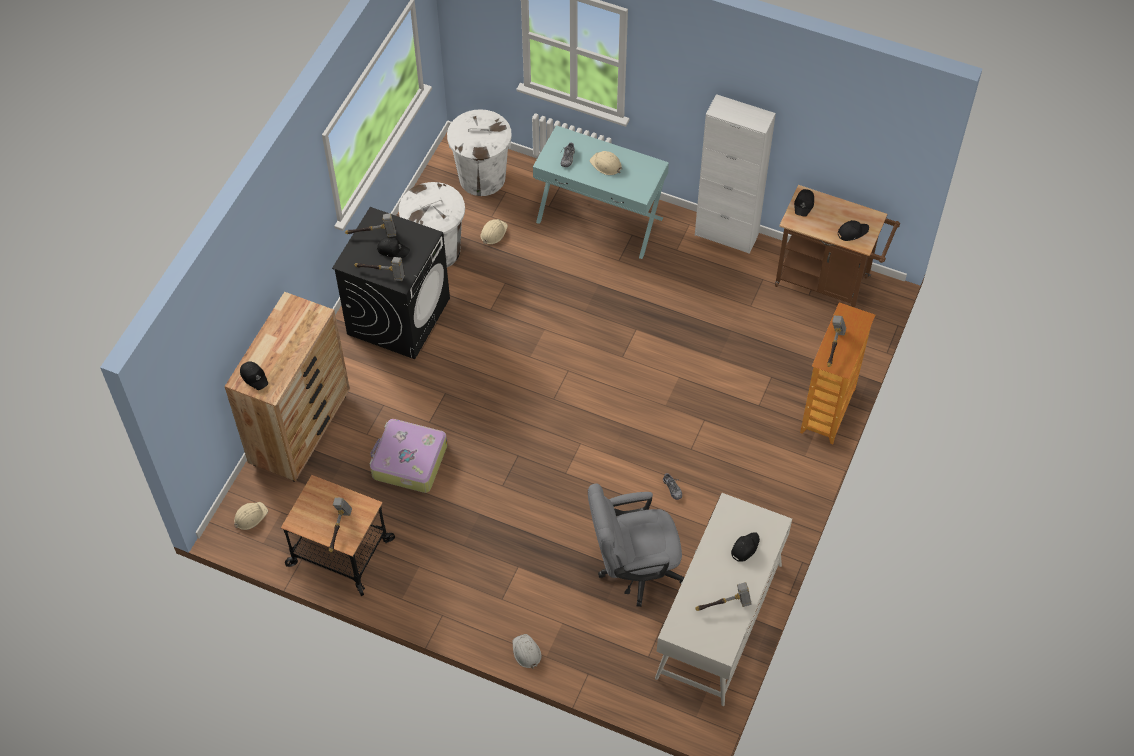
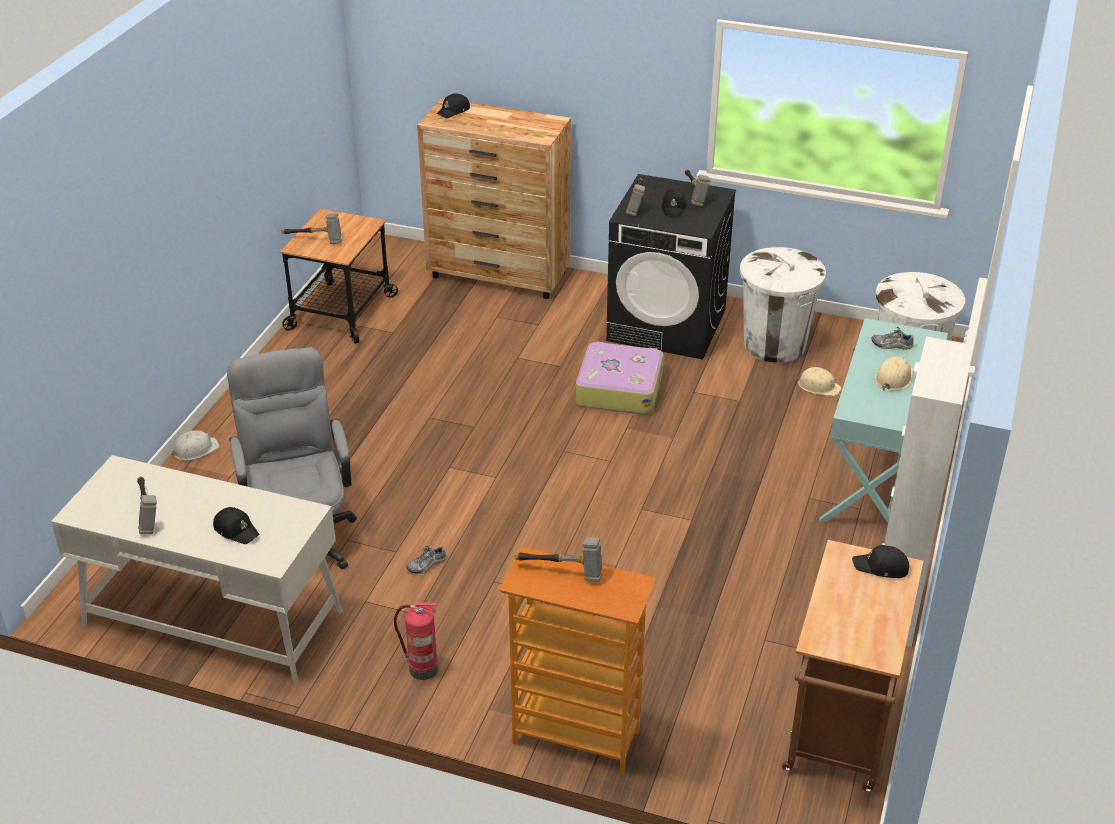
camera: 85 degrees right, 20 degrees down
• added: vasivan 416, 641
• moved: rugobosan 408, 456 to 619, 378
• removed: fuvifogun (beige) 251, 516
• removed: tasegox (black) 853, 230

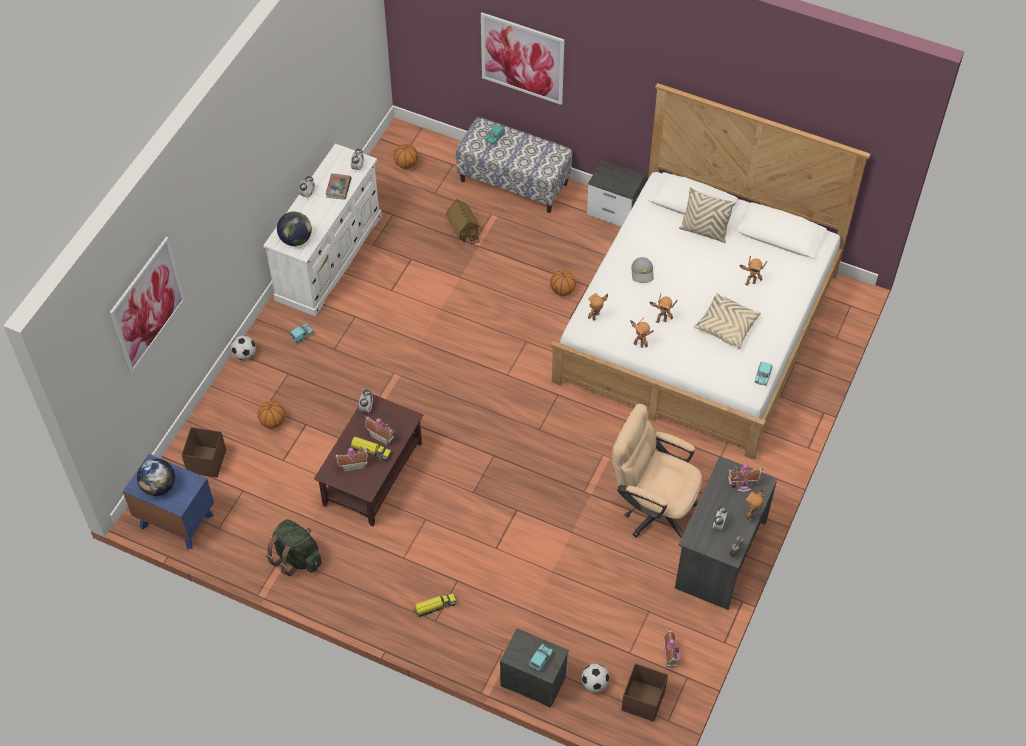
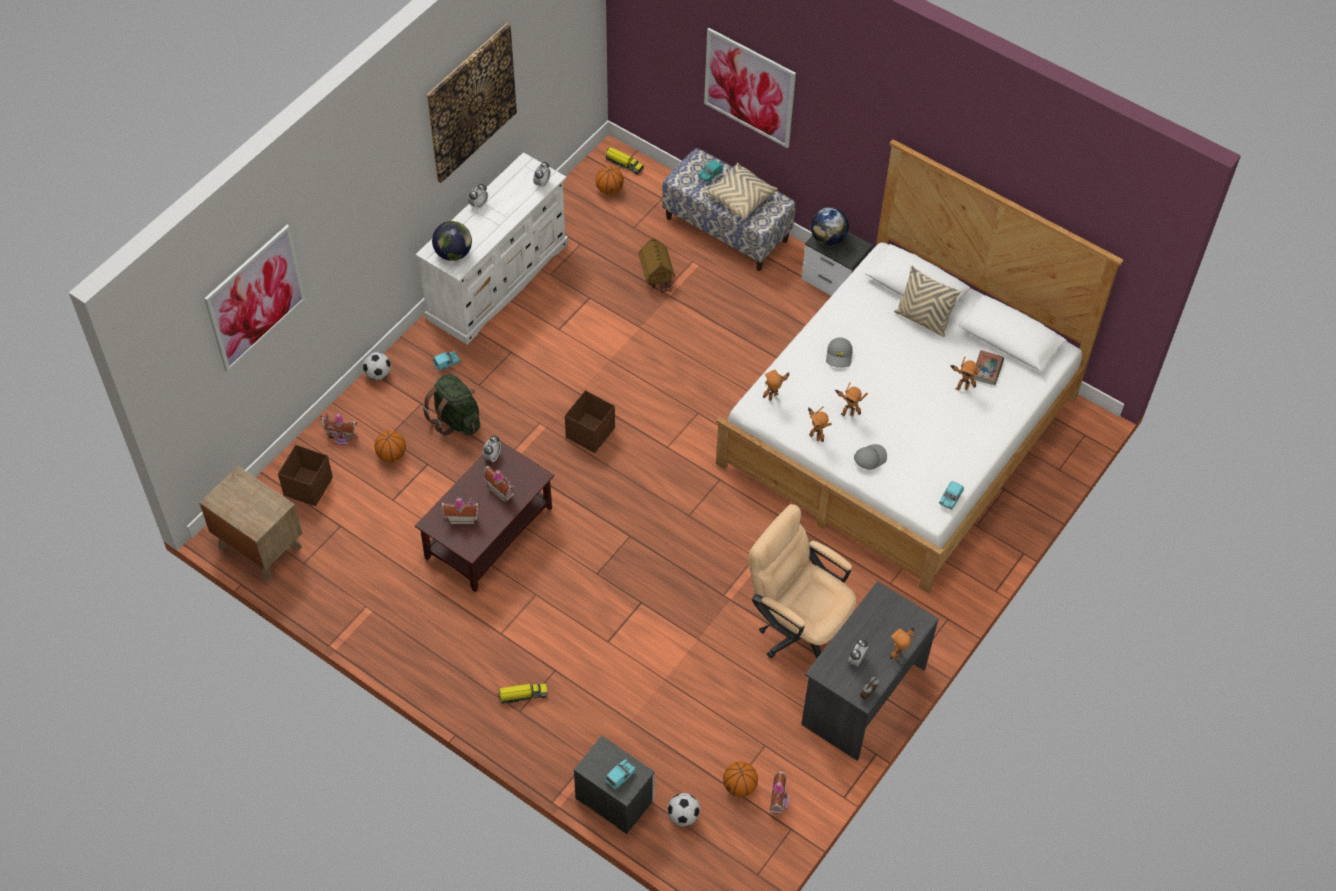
camera: 10 degrees right, 0 degrees up
• recoloured: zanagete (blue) 168, 501 to zanagete (brown) 250, 523
• moved: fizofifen 745, 477 to 338, 429
• moved: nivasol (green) 294, 547 to 451, 405
• added: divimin 472, 103
• moved: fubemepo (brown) 644, 692 to 590, 421
• moved: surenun 371, 449 to 624, 161
• moved: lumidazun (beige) 727, 321 to 740, 191
• moved: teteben 563, 283 to 740, 779
• moved: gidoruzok 156, 477 to 830, 226
• added: tasegox (grey) 870, 457
• moved: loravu 338, 186 to 988, 367

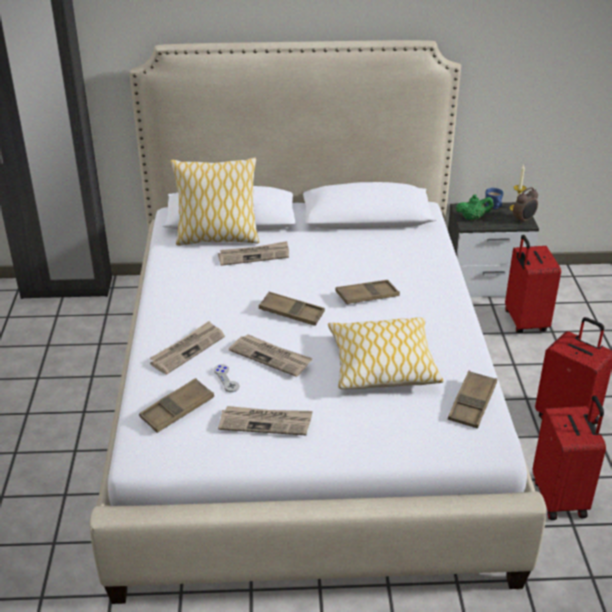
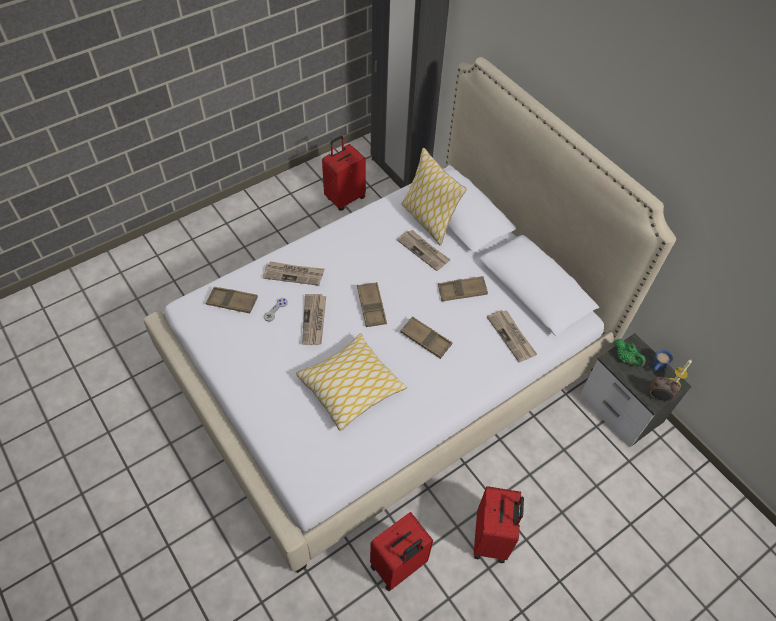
camera: 55 degrees right, 20 degrees up
• moved: rugobosan (red) 533, 284 to 344, 173
• moved: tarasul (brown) 472, 399 to 463, 288
• moved: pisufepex 265, 420 to 512, 336

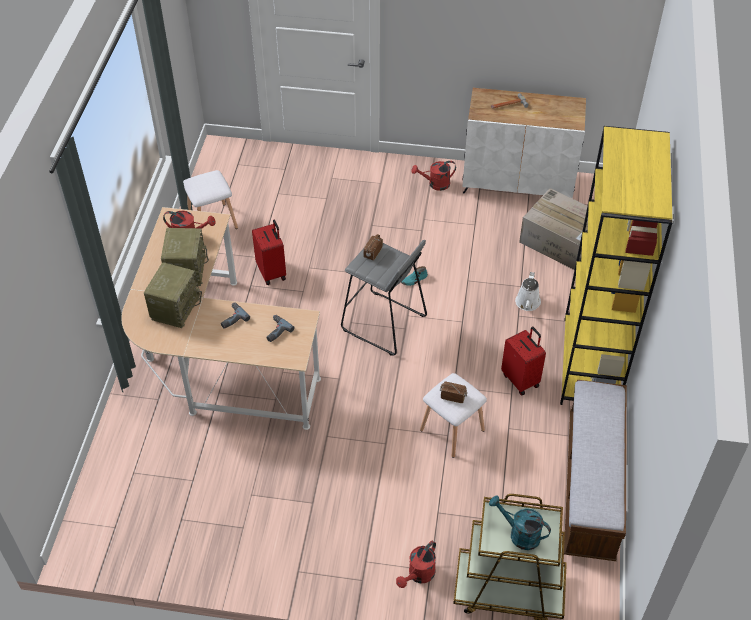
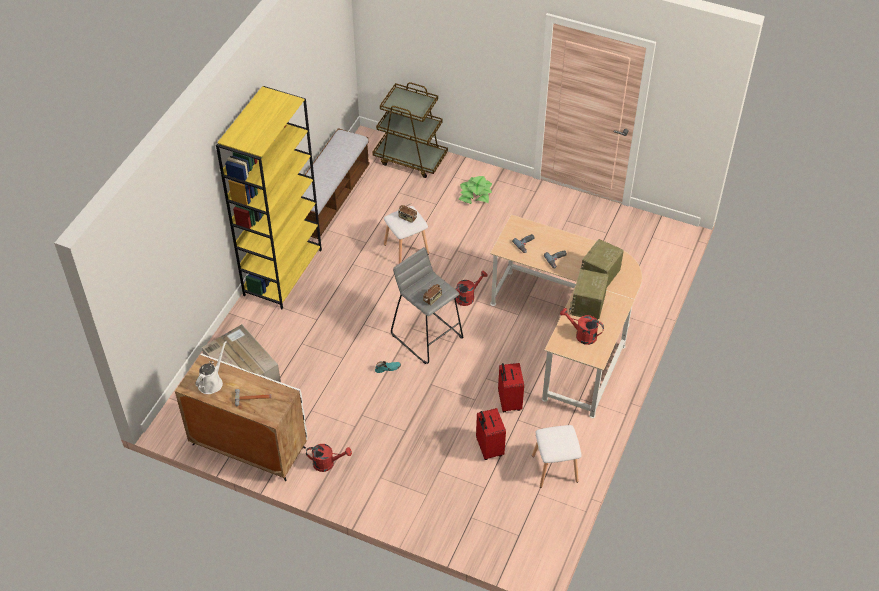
camera: 165 degrees left, 0 degrees up
• moved: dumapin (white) 528, 291 to 211, 367
• moved: dumapin (red) 416, 564 to 471, 288
• added: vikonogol 475, 190
• moved: rugobosan (red) 523, 361 to 491, 434
• removed: dumapin (turquoise) 520, 523

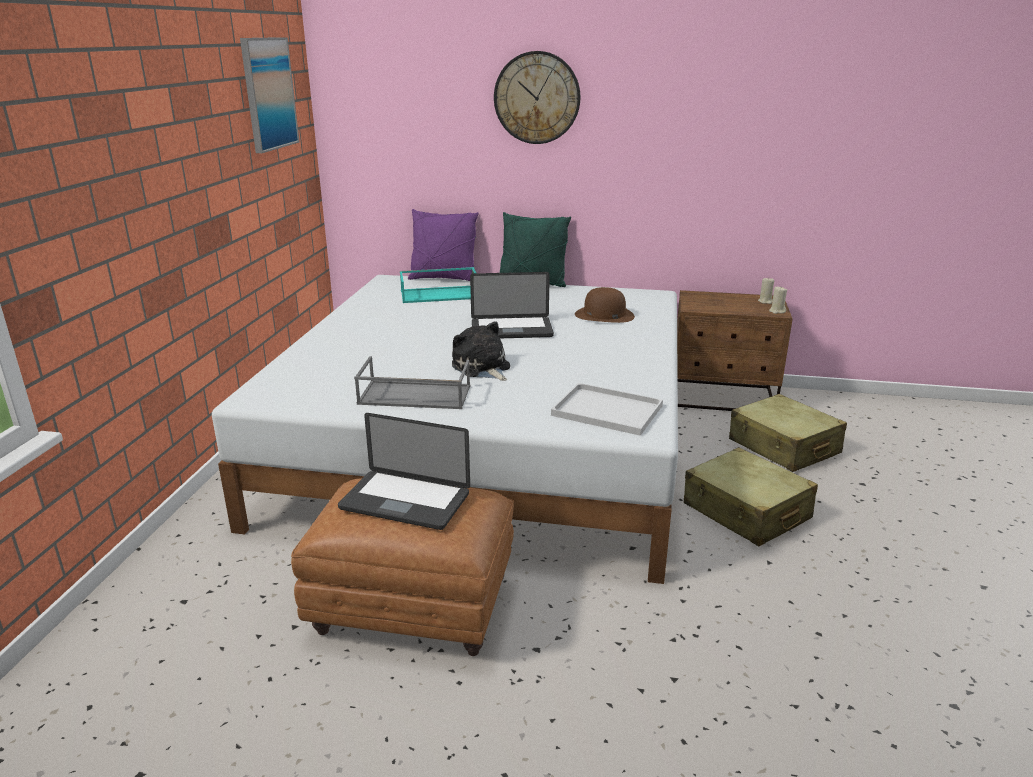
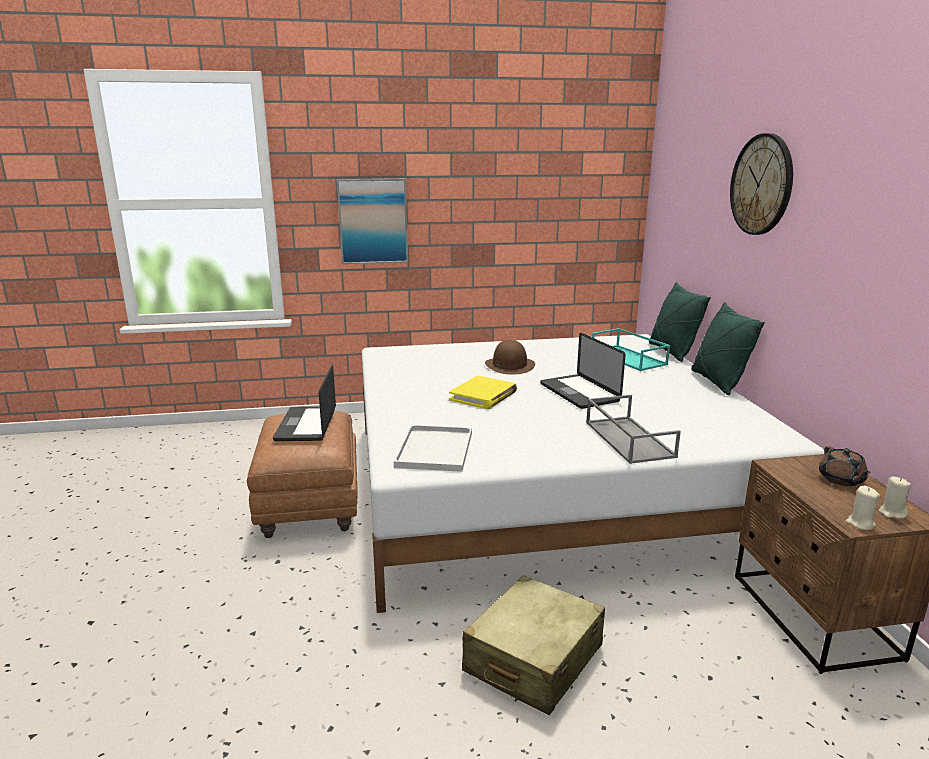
camera: 70 degrees right, 5 degrees down
• moved: divimin 269, 95 to 372, 221
• replaced: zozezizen 481, 351 to loravu (yellow) 483, 392
• moved: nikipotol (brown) 605, 305 to 510, 357
• moved: tarasul (grey) 412, 382 to 633, 429
• recoloured: lumidazun (purple) 443, 245 to lumidazun (green) 680, 322
• added: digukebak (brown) 845, 466
• removed: rugobosan (beige) 788, 433

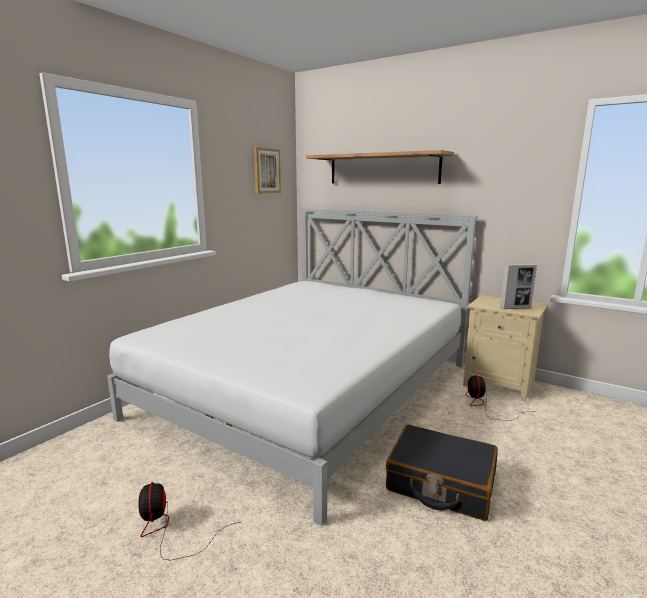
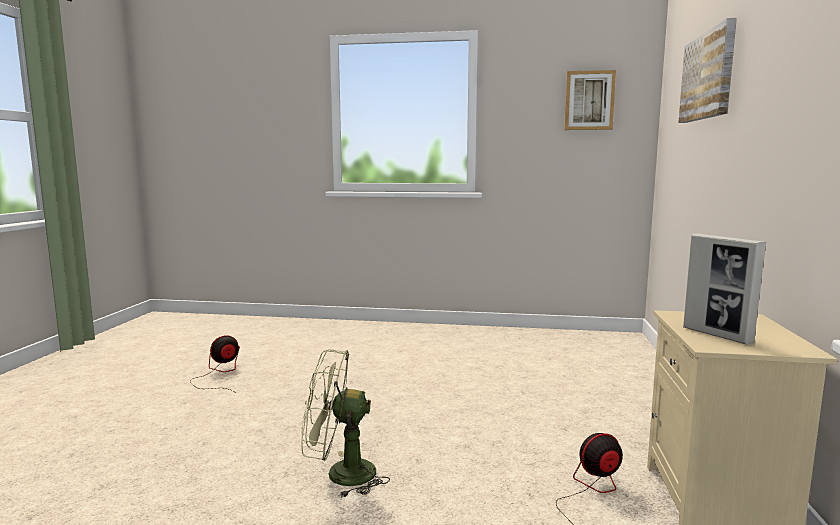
camera: 65 degrees right, 5 degrees down
• replaced: rugobosan (black) 442, 472 to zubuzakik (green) 346, 423
• replaced: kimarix 380, 167 to divimin 707, 70
• removed: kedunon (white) 292, 367

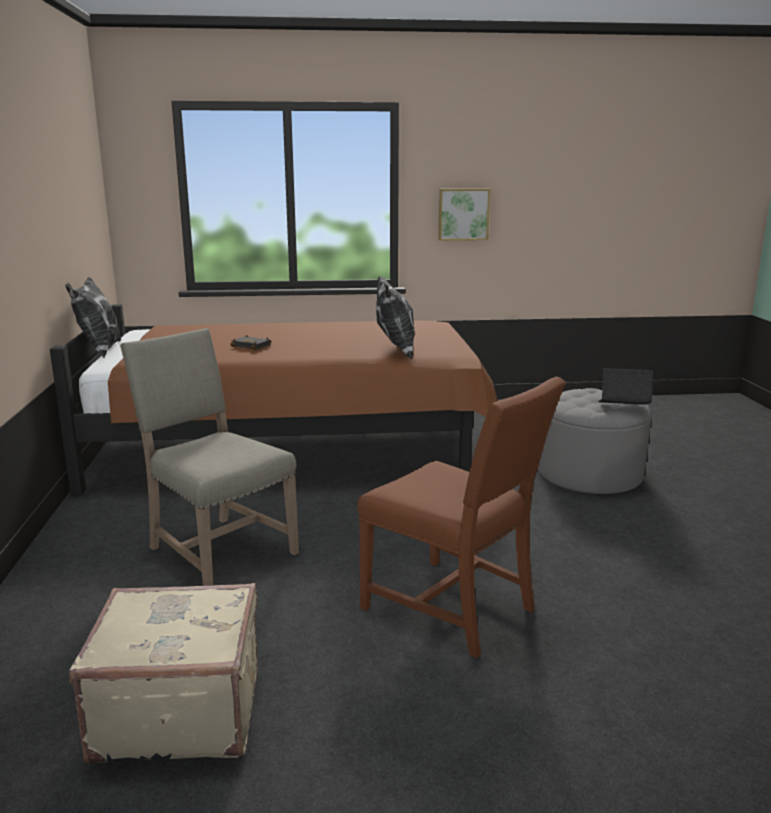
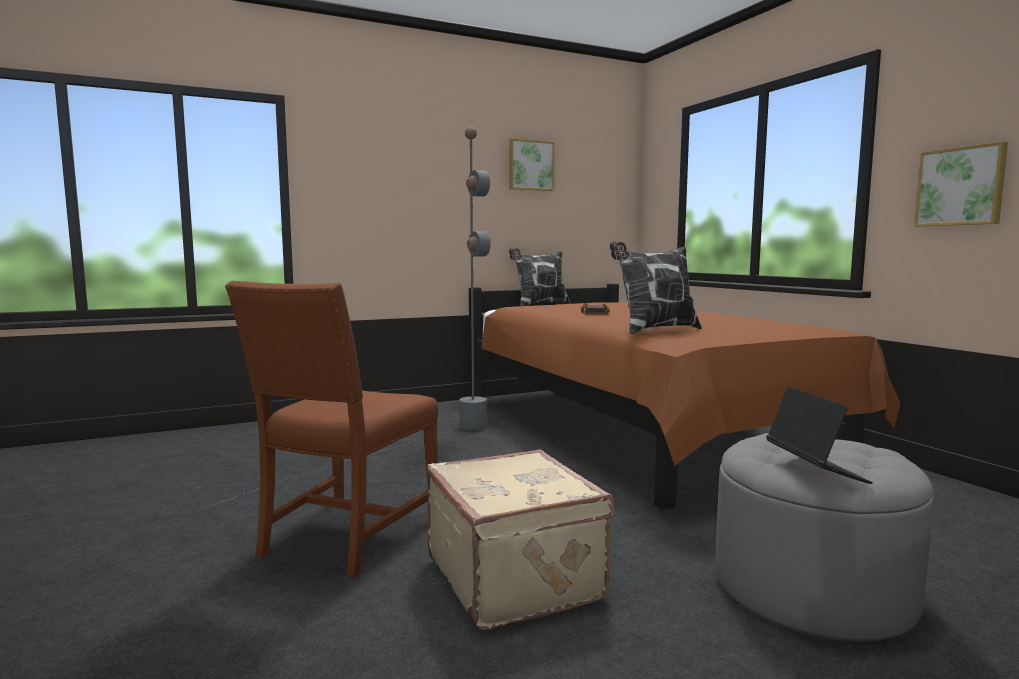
camera: 70 degrees right, 10 degrees down
• replaced: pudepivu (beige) 209, 457 to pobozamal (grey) 344, 319
• moved: rugobosan (beige) 163, 673 to 520, 540
• added: divimin 532, 165

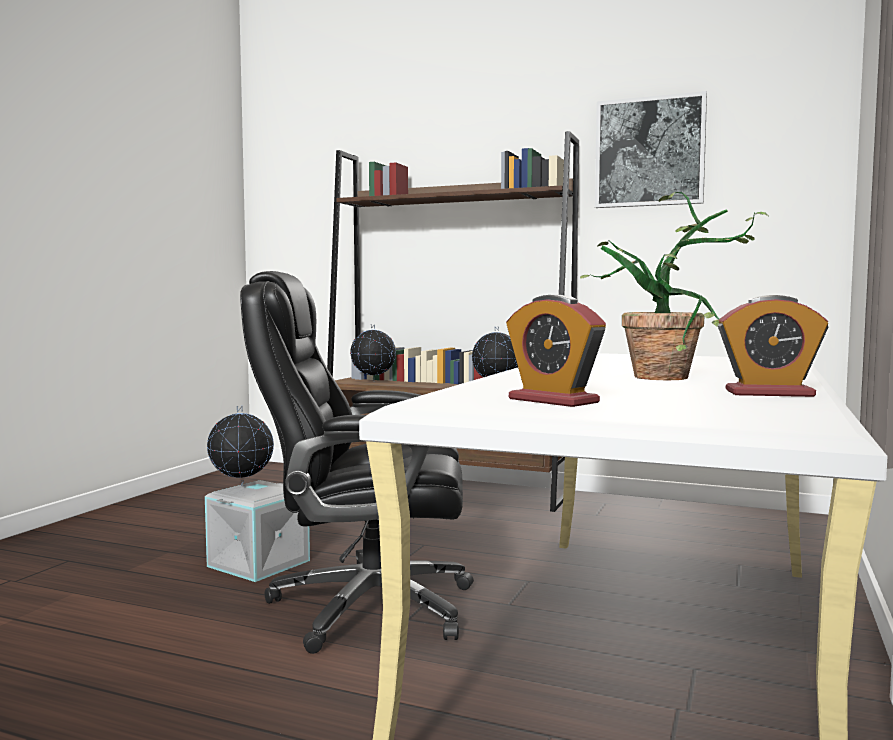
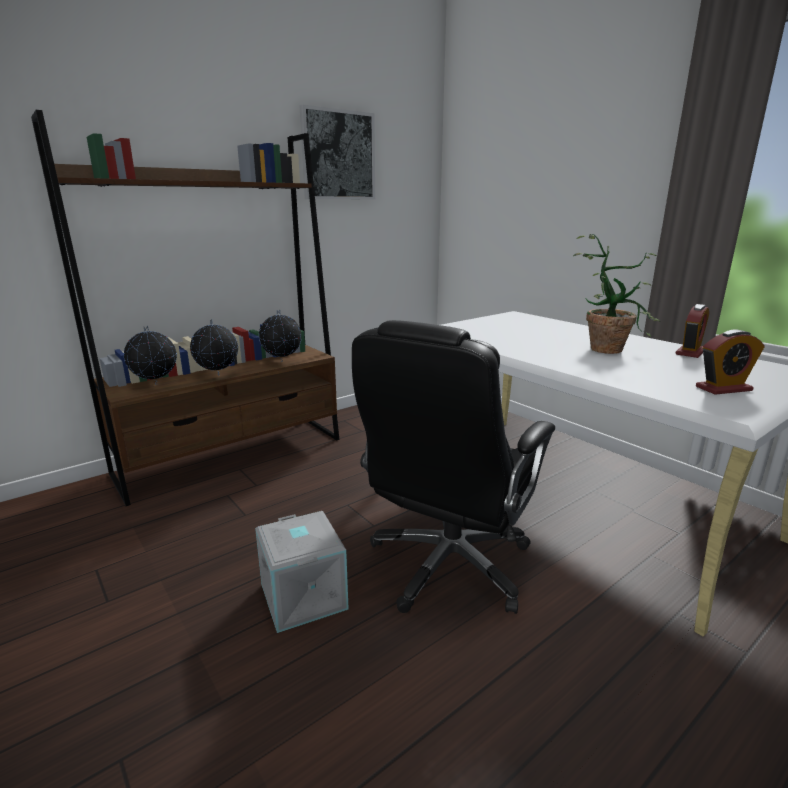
camera: 60 degrees left, 15 degrees up
• moved: gidoruzok 240, 446 to 214, 347

